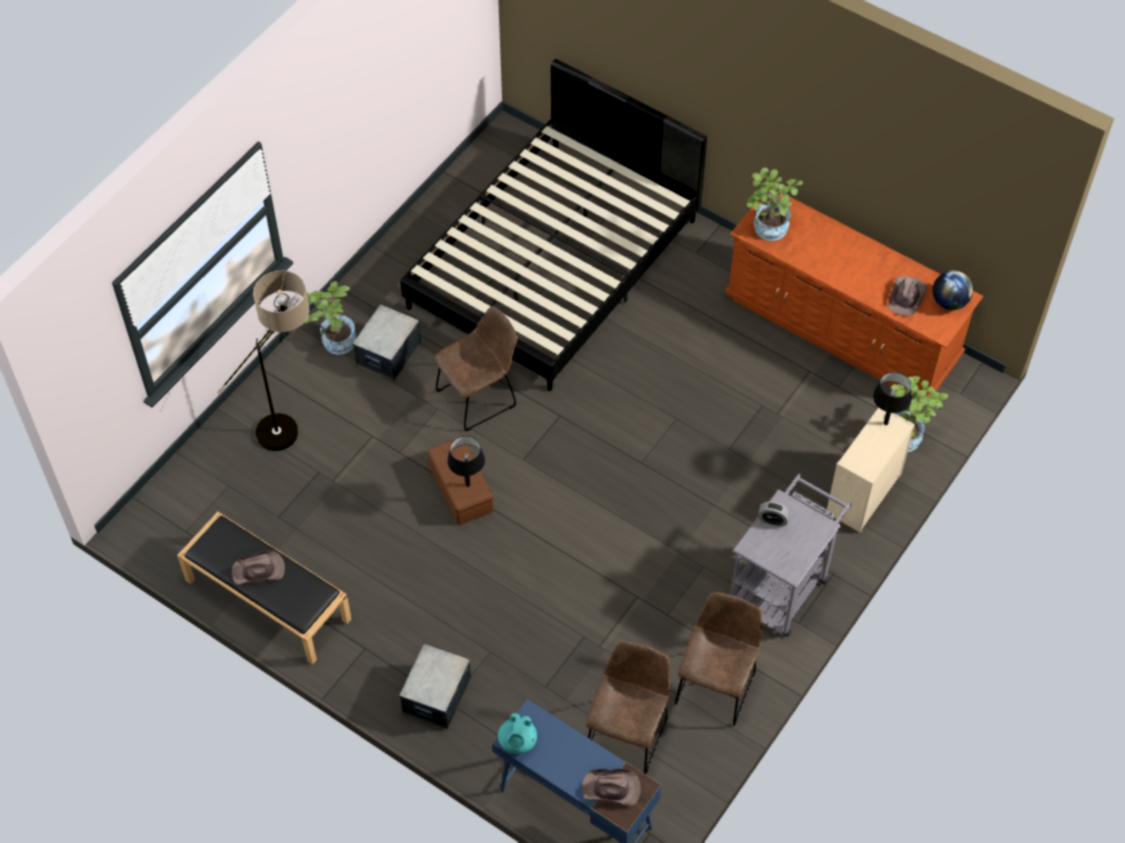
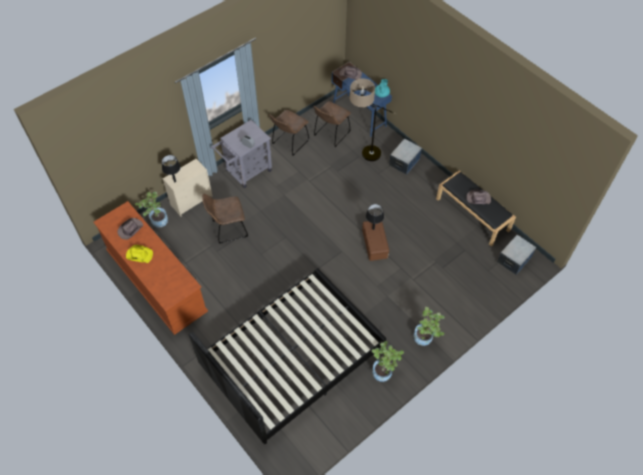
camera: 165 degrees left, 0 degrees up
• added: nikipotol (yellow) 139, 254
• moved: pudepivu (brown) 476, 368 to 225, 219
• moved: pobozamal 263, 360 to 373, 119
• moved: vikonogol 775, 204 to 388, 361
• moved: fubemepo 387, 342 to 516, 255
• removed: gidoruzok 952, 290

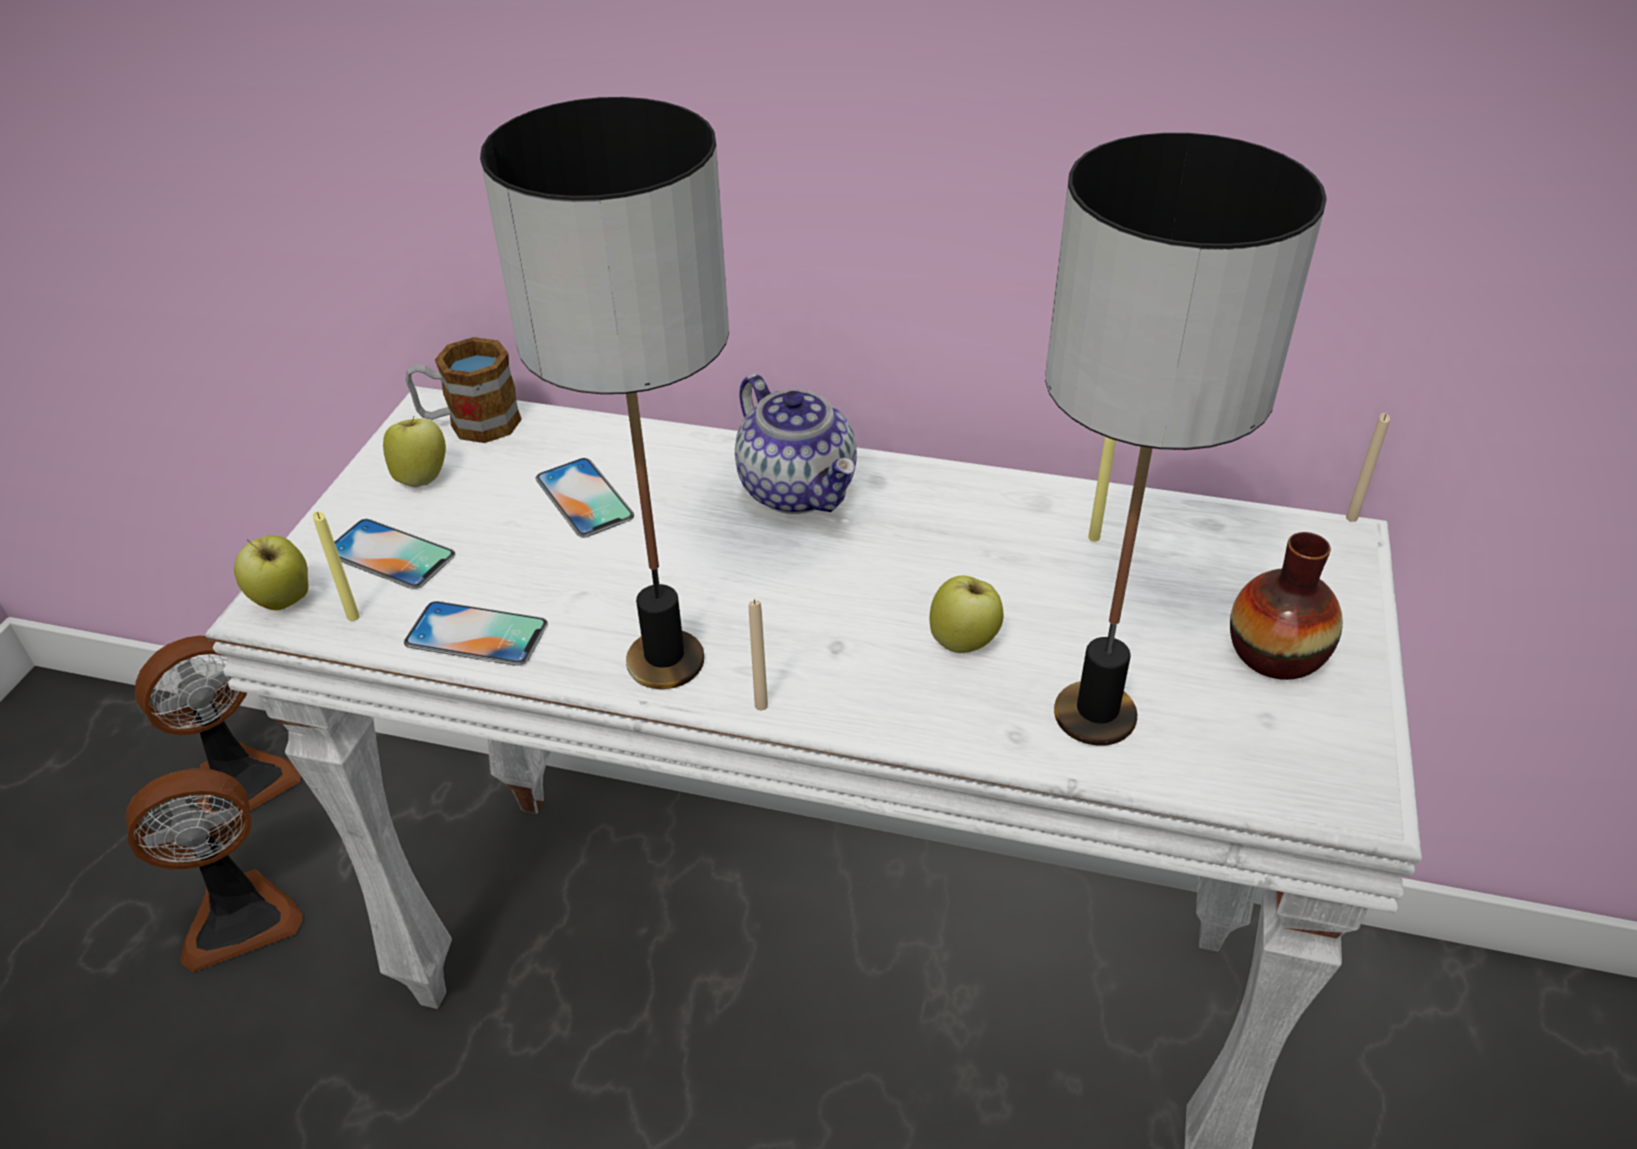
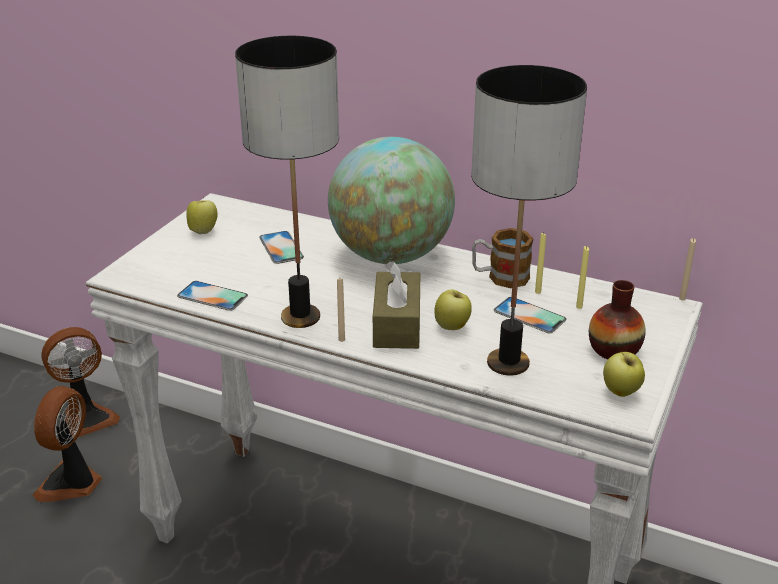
camera: 10 degrees right, 10 degrees down
• turned: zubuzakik 214, 870 = 67, 444 120 degrees clockwise
• replaced: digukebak 796, 444 to gidoruzok 391, 200
• added: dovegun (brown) 396, 305
• moved: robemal 464, 390 to 503, 258
• moved: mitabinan 395, 554 to 530, 315
• moved: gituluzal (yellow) 336, 566 to 582, 277
• moved: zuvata 271, 572 to 624, 374

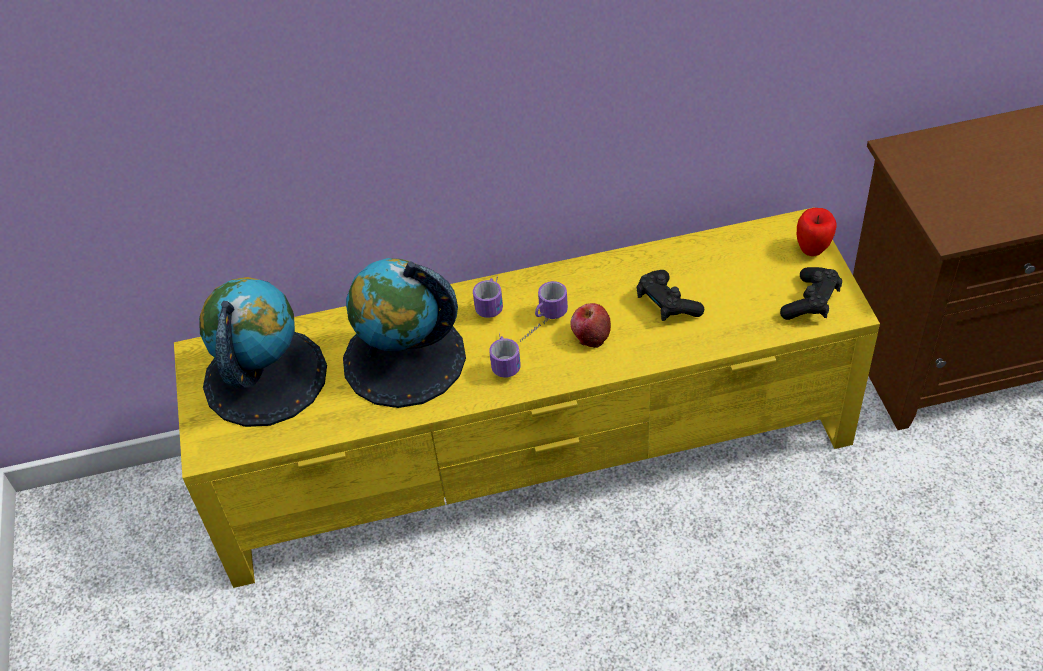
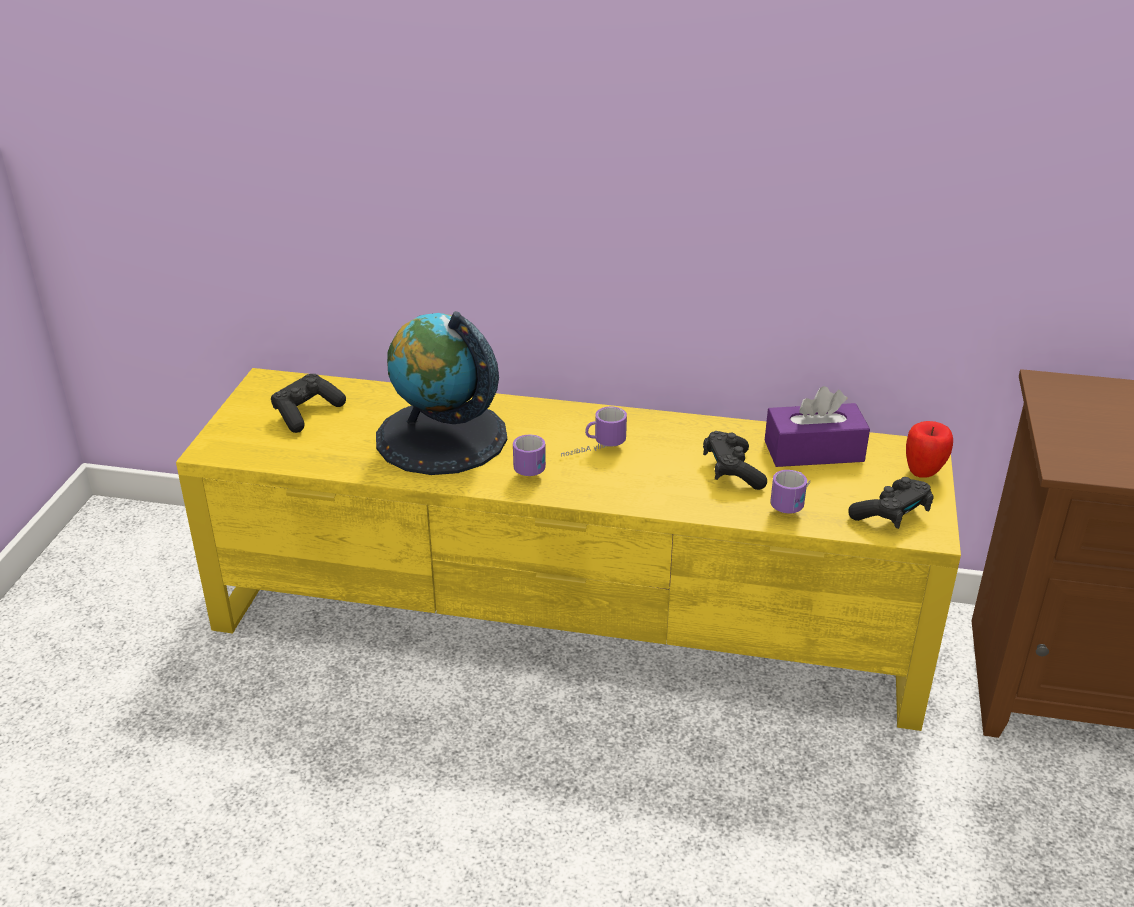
camera: 20 degrees right, 15 degrees down
• replaced: gidoruzok 263, 352 to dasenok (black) 308, 403
• added: dovegun (purple) 817, 426
• moved: robemal 488, 297 to 790, 492
• removed: zuvata 590, 325

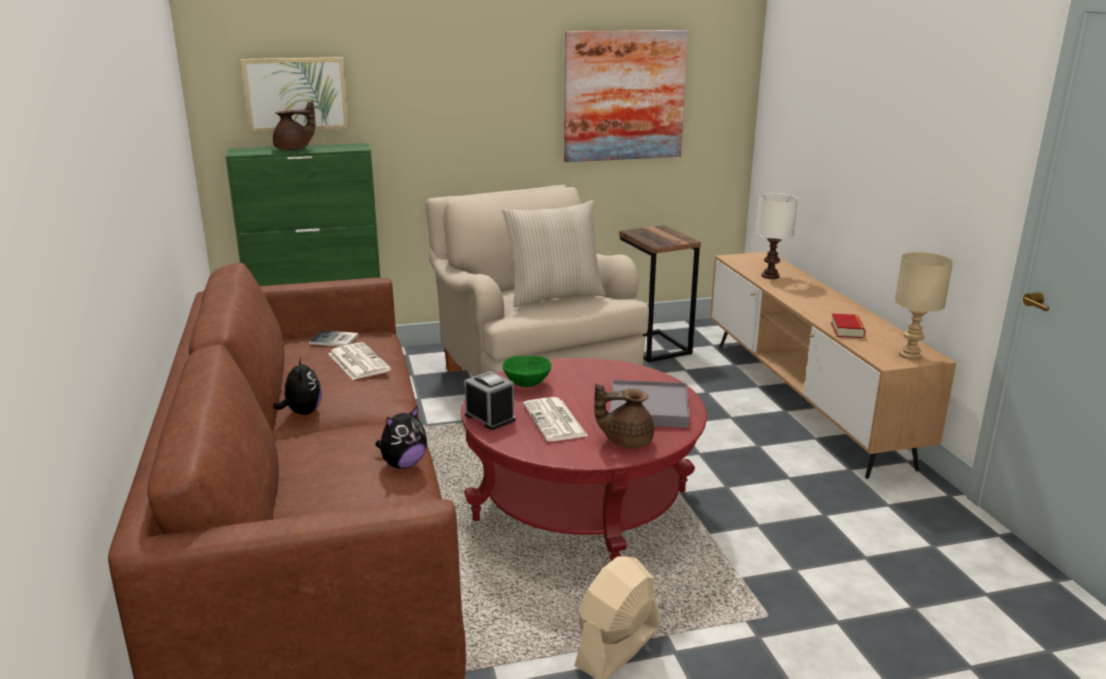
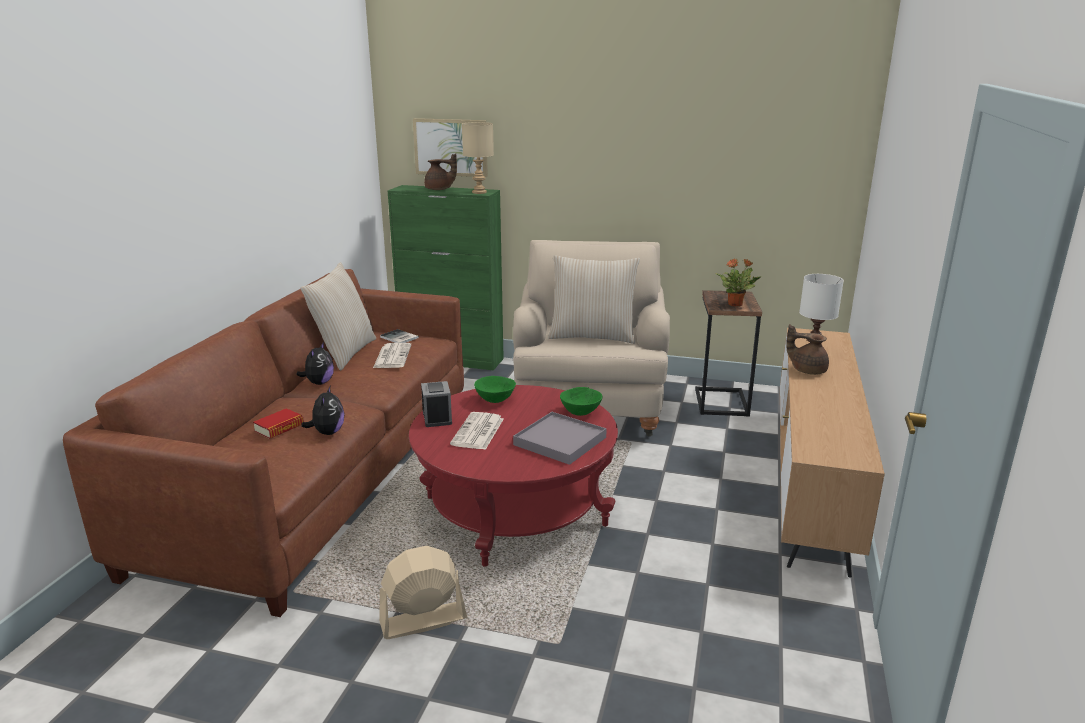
camera: 30 degrees right, 0 degrees up
• moved: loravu 848, 326 to 278, 423
• added: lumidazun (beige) 338, 316
• turned: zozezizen 401, 437 = 322, 410 75 degrees counterclockwise
• moved: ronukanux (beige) 924, 306 to 478, 158
• added: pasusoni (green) 581, 401
• added: vikonogol 739, 282
• moved: digukebak (brown) 624, 416 to 807, 349
• removed: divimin 626, 96

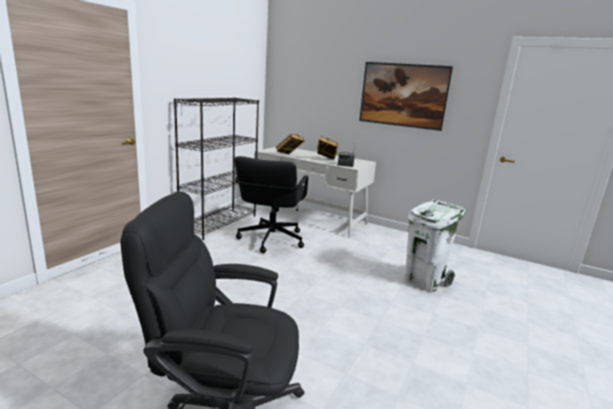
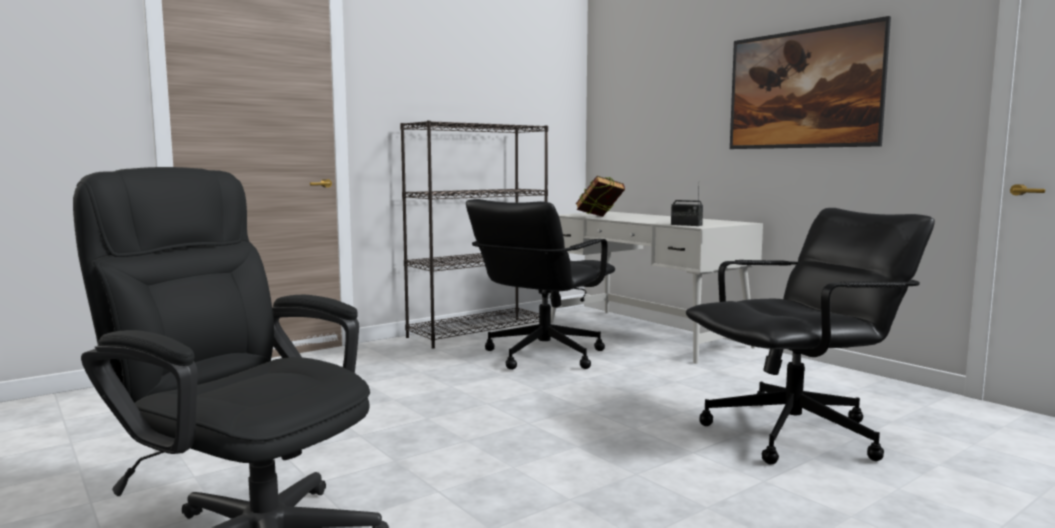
camera: 25 degrees right, 10 degrees down
• replaced: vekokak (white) 435, 246 to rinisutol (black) 810, 336
• removed: loravu 327, 148

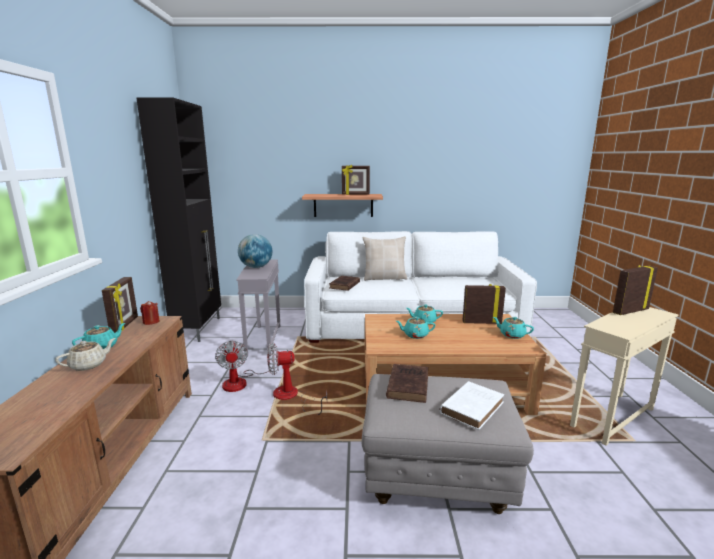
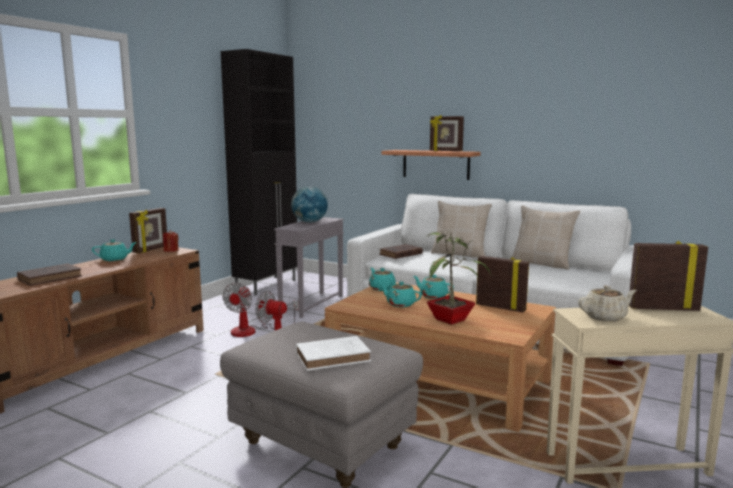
camera: 30 degrees right, 5 degrees down
• moved: loravu (brown) 407, 383 to 49, 275
• moved: digukebak (turquoise) 513, 328 to 382, 279
• added: vikonogol 458, 277
• added: lumidazun (beige) 546, 237
• moved: digukebak (beige) 85, 354 to 607, 303

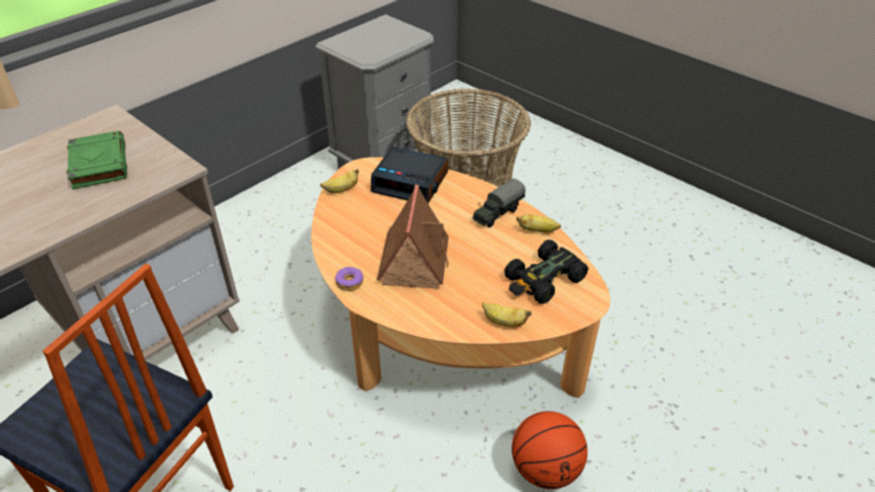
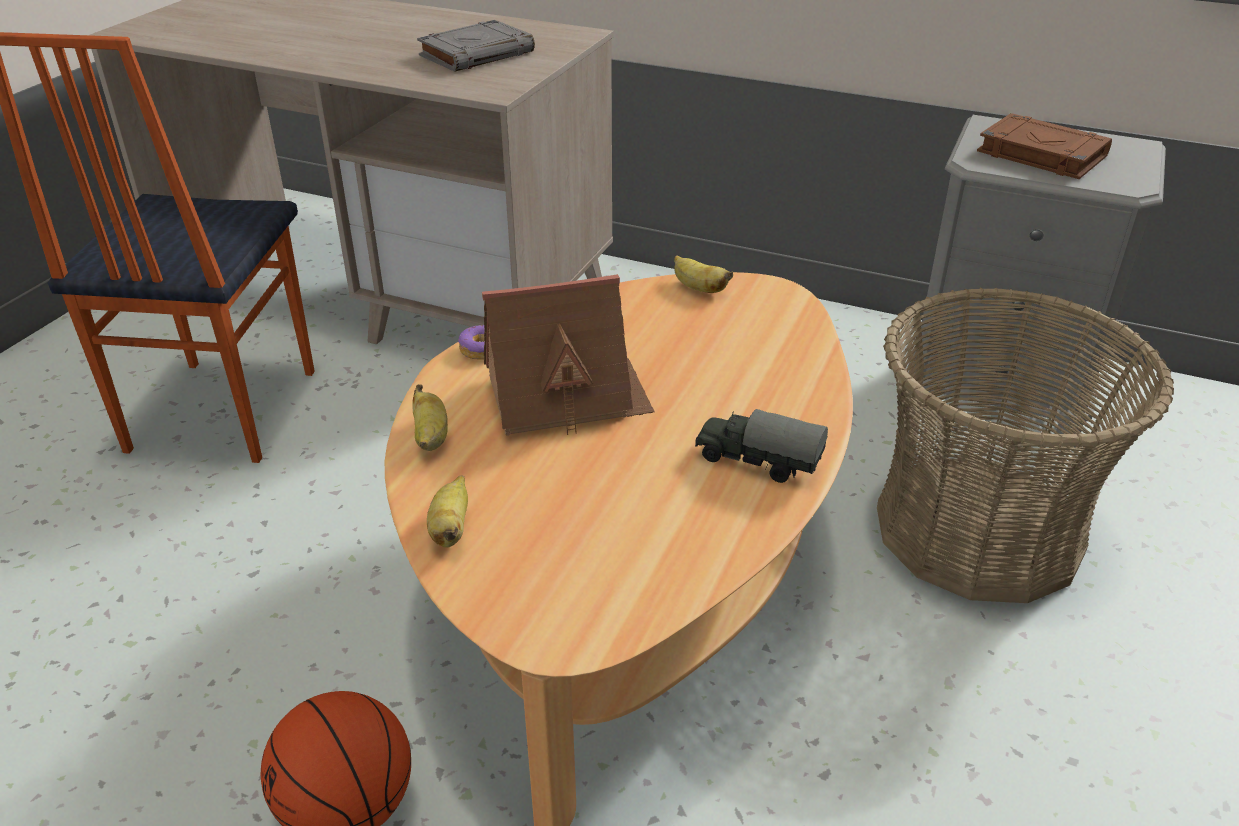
camera: 70 degrees right, 5 degrees down
• moved: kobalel 538, 224 to 430, 417
• recoloured: loravu (green) 97, 160 to loravu (grey) 476, 46
• added: loravu (brown) 1044, 146
• removed: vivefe 409, 175
• removed: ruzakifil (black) 546, 272

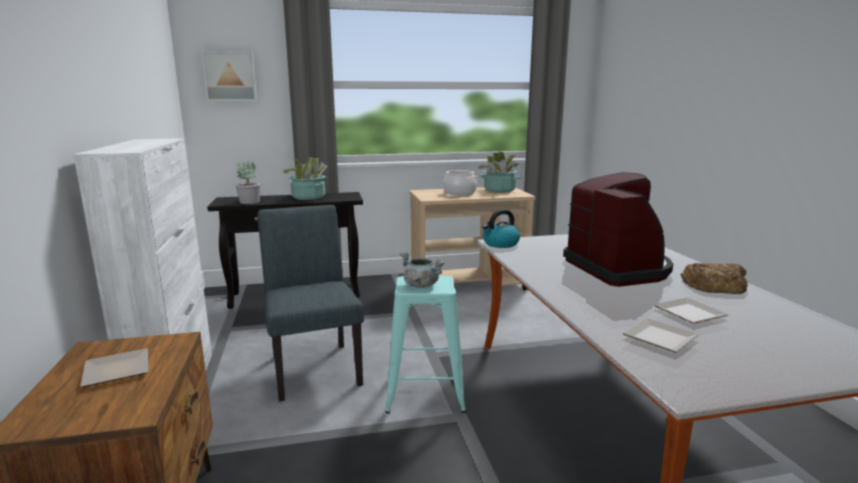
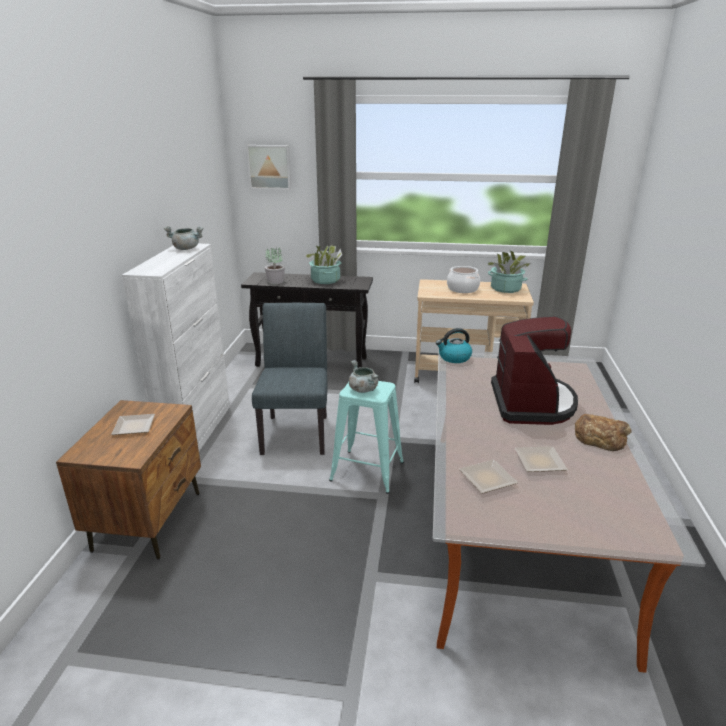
camera: 20 degrees right, 10 degrees up
• added: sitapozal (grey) 184, 238

